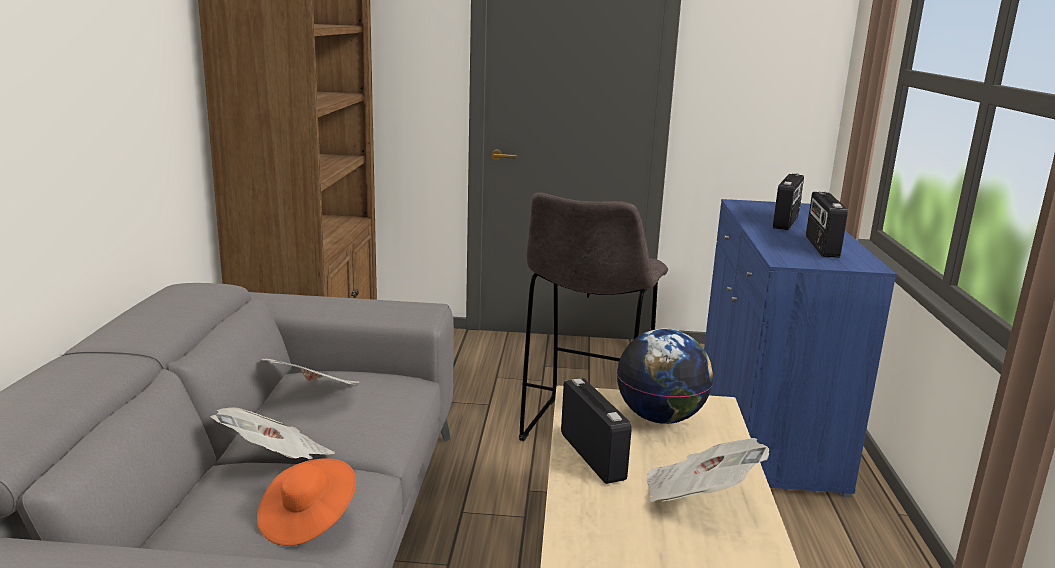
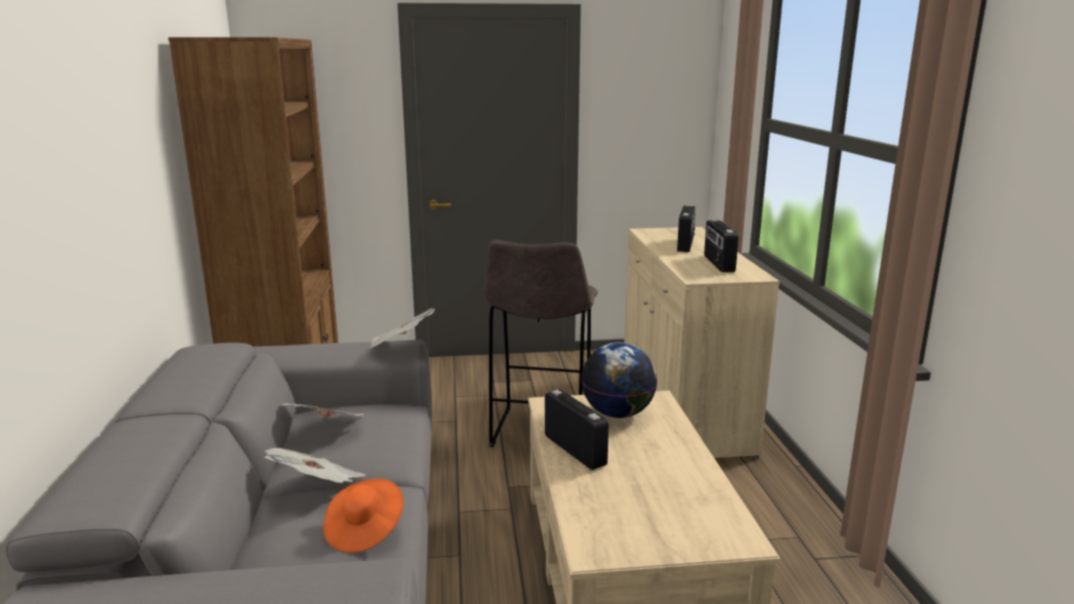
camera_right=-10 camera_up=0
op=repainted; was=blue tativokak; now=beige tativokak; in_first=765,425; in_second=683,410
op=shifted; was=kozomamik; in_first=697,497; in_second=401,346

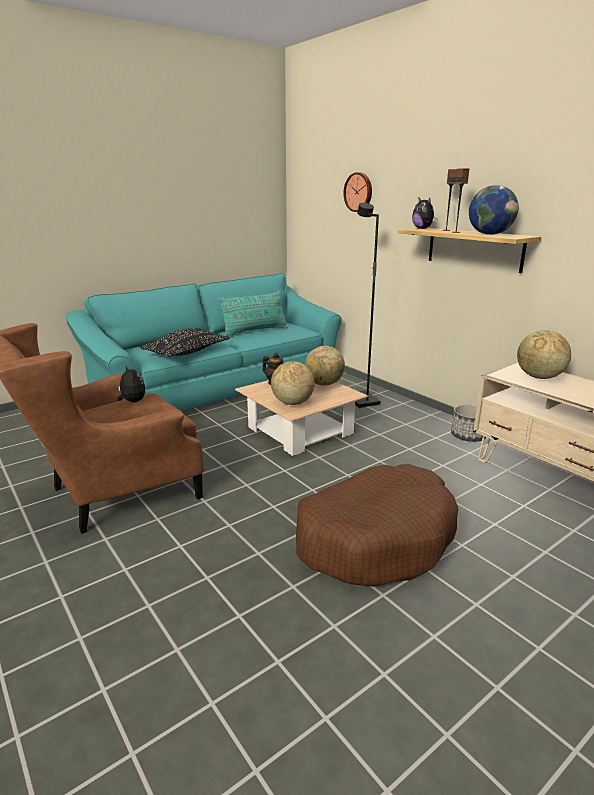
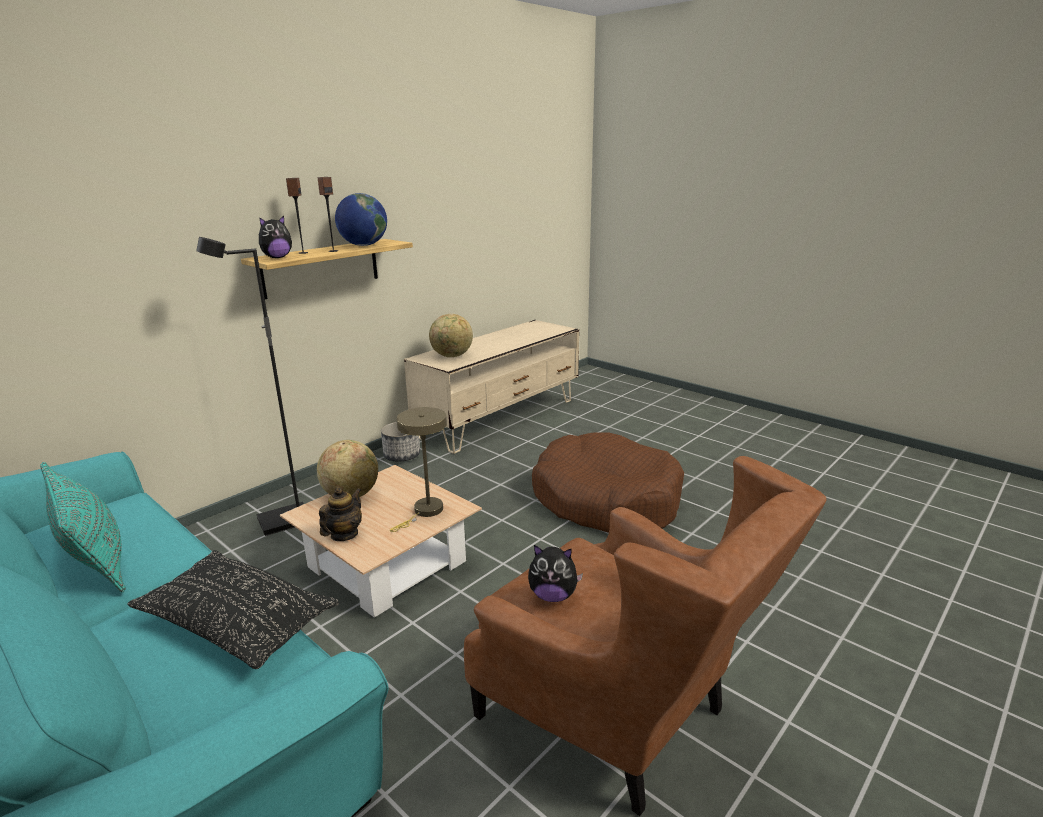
camera_right=-100 camera_up=0
op=gone; was=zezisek; in_first=359,192
op=swapped; was=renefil; now=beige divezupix; in_first=292,403; in_second=425,512
op=rotated; was=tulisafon; in_first=132,401; in_second=553,596; clockwise=-120

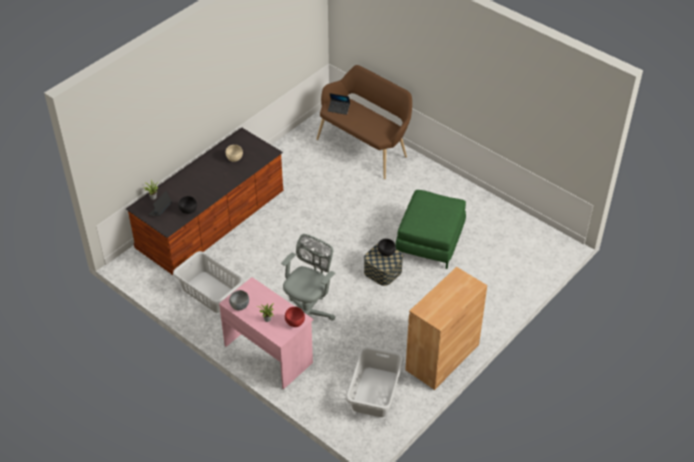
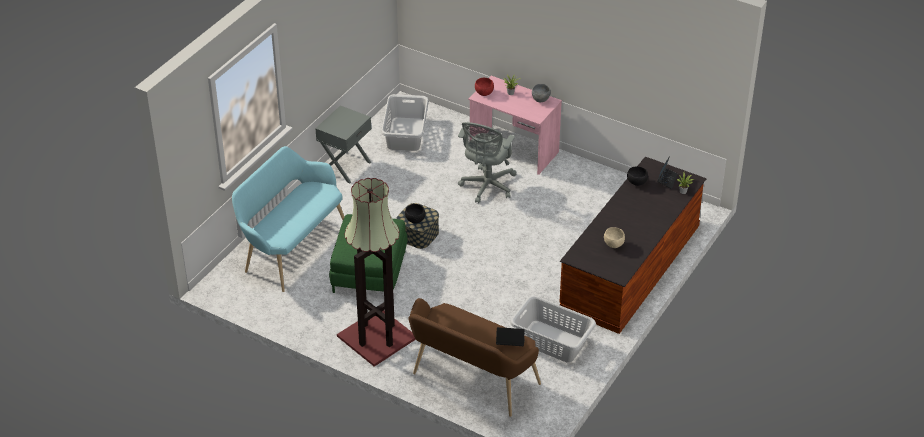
camera_right=170 camera_up=-5
op=shifted; was=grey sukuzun; in_first=210,292; in_second=552,341
op=swapped; was=brown tativokak; now=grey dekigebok; in_first=442,357; in_second=345,166
op=new; now=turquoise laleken; in_second=291,248
op=new; now=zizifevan; in_second=377,336

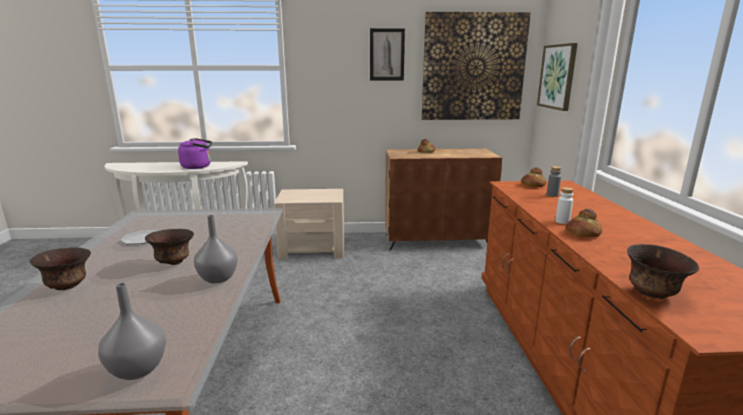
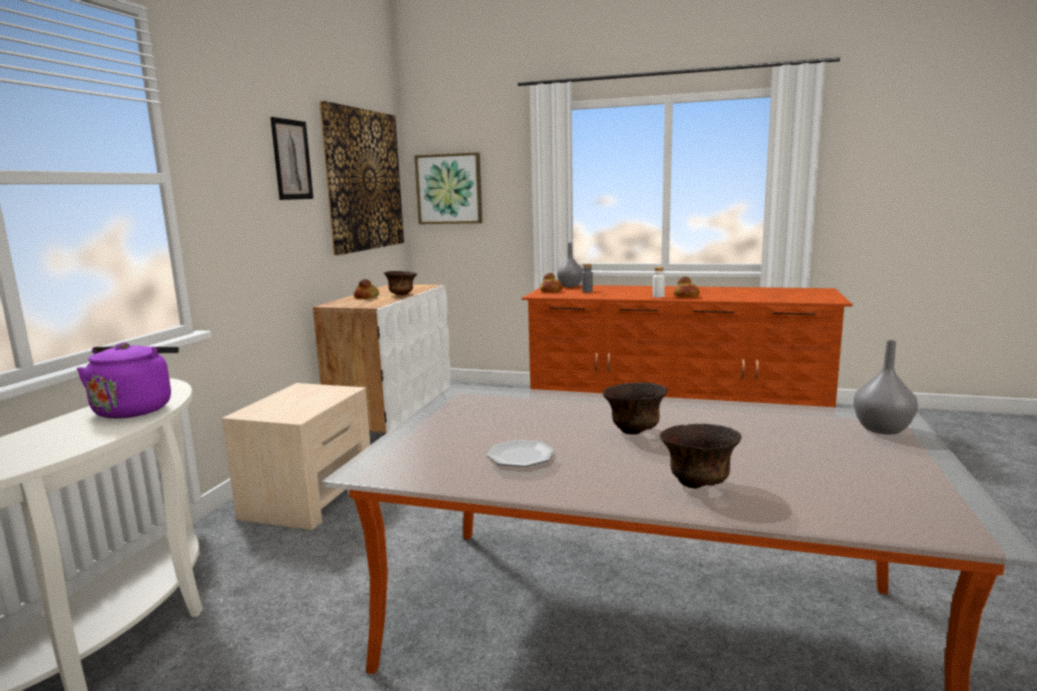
camera_right=-70 camera_up=-5
op=repainted; was=brown tativokak; now=white tativokak; in_first=437,241; in_second=394,418
op=shifted; was=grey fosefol; in_first=217,278; in_second=569,286
op=shifted; was=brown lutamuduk; in_first=653,294; in_second=401,295

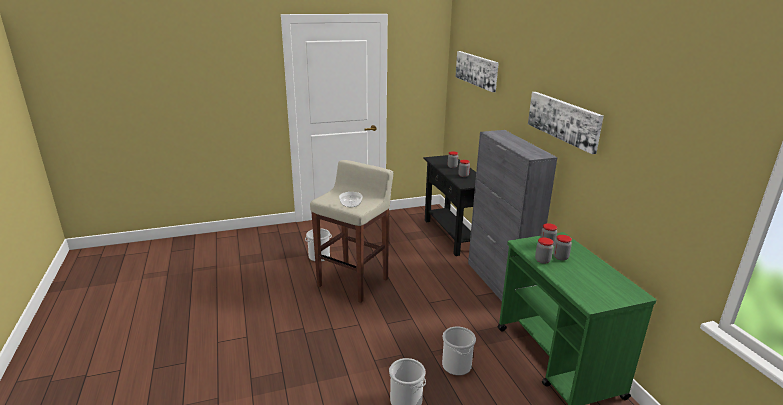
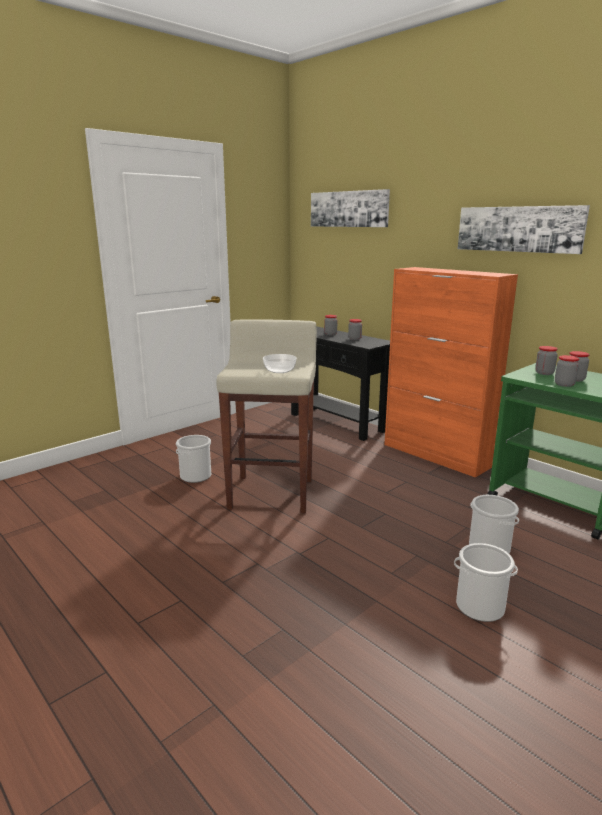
camera_right=-25 camera_up=-5
op=repainted; was=grey tativokak; now=orange tativokak; in_first=499,283; in_second=436,455

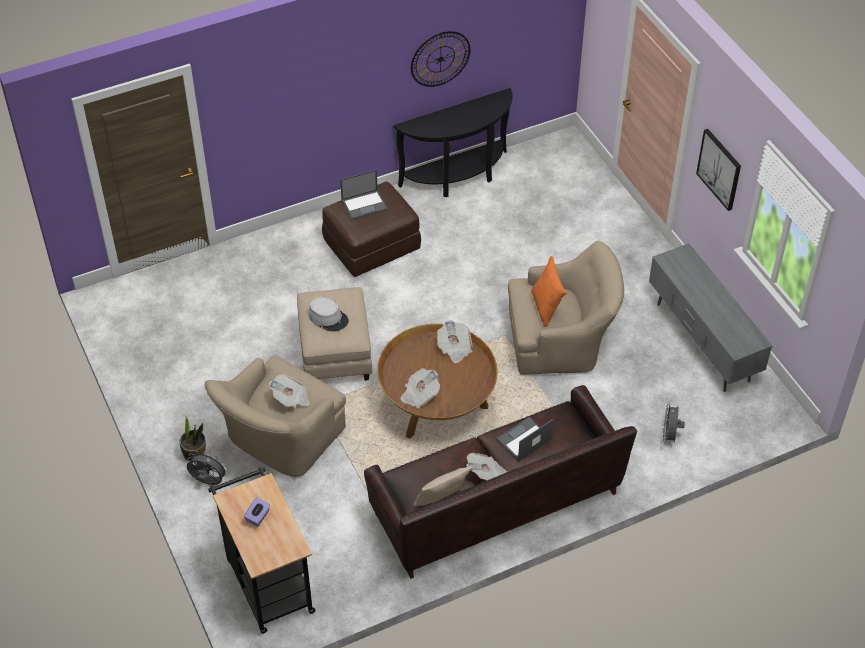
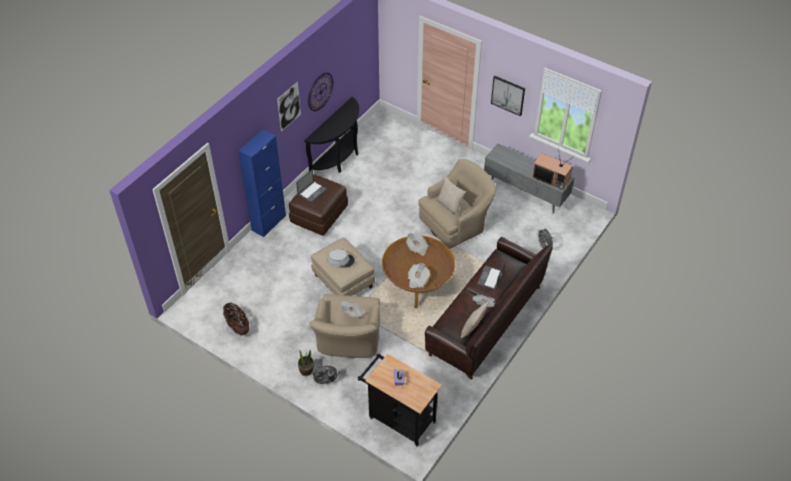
camera_right=-30 camera_up=0
op=repainted; was=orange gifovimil; now=beige gifovimil; in_first=546,307; in_second=449,206
op=new; now=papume; in_second=289,106
op=new; now=blue tativokak; in_second=269,223
op=new; now=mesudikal; in_second=551,178
op=new; now=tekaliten; in_second=237,326

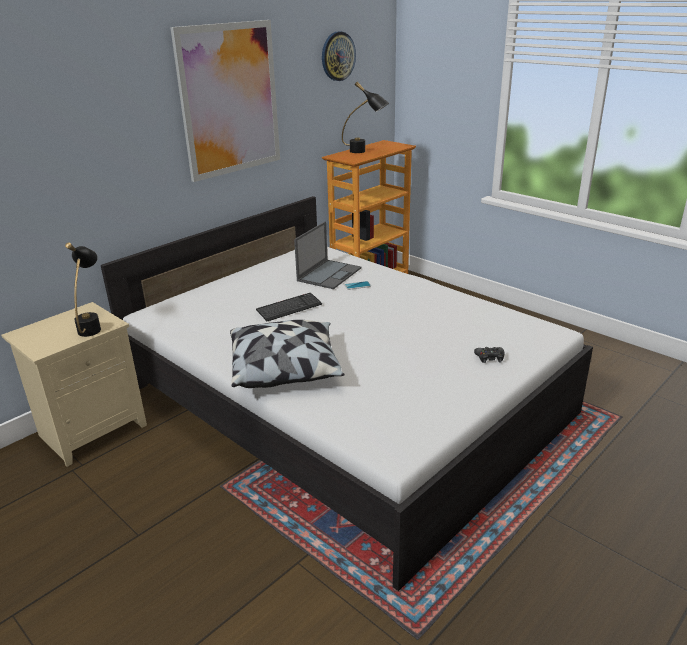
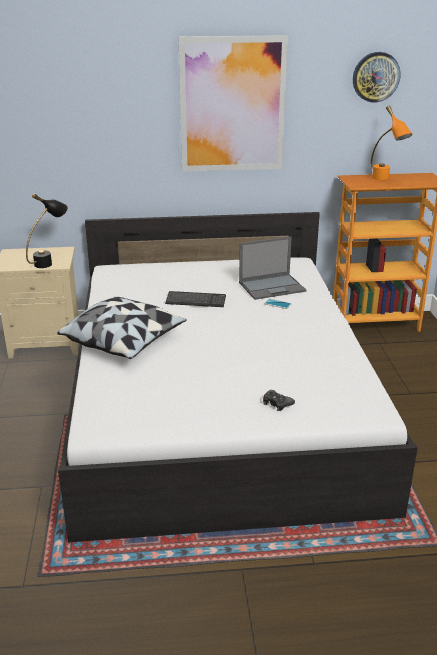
camera_right=40 camera_up=0
op=repainted; was=black divezupix; now=orange divezupix; in_first=364,152; in_second=385,180

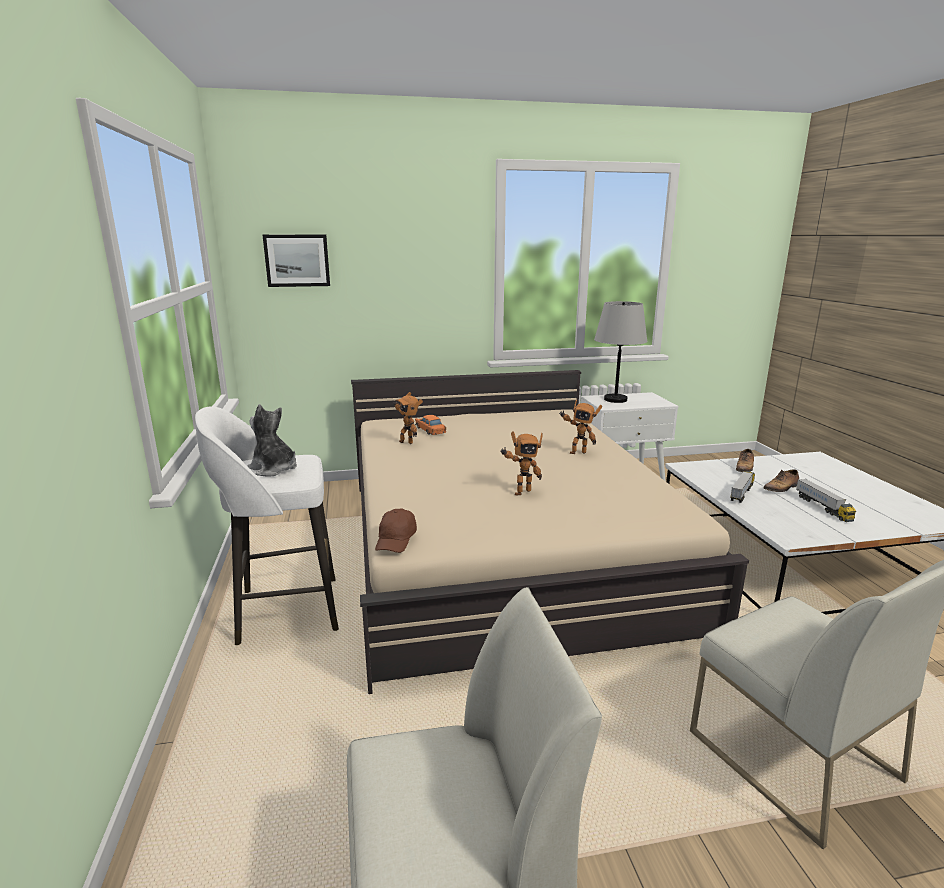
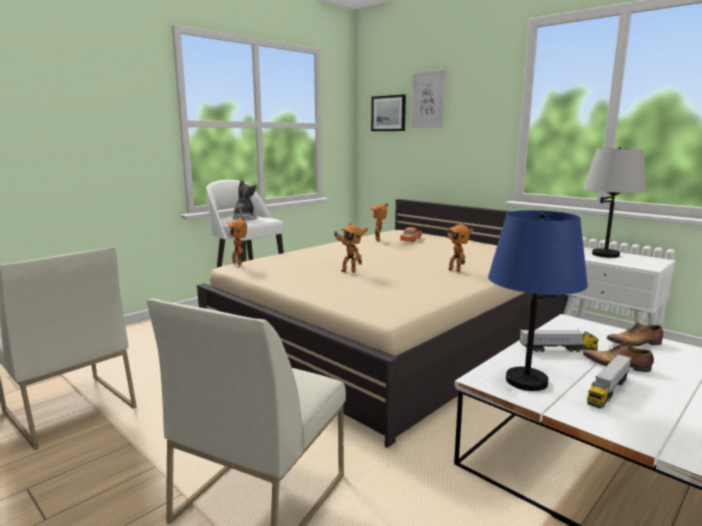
camera_right=55 camera_up=-5
op=swapped; was=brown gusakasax; now=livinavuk; in_first=396,540; in_second=238,263
op=new; now=papume; in_second=428,99
op=new; now=blue divezupix; in_second=526,381

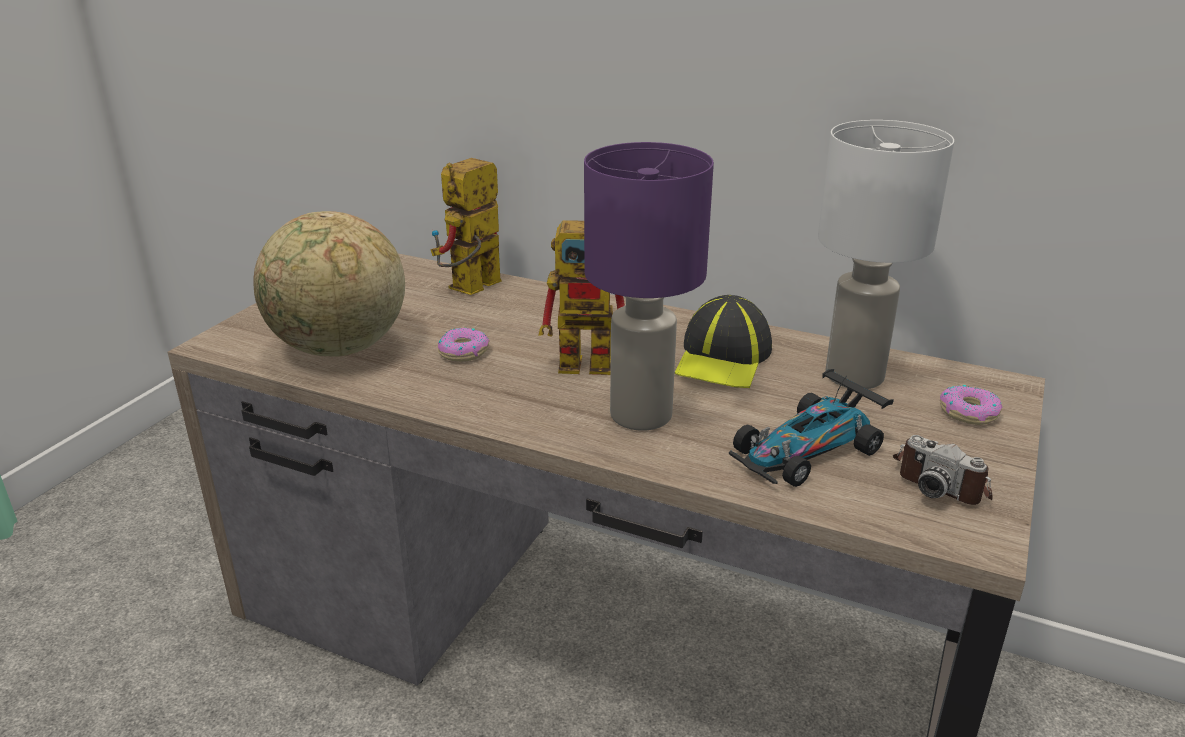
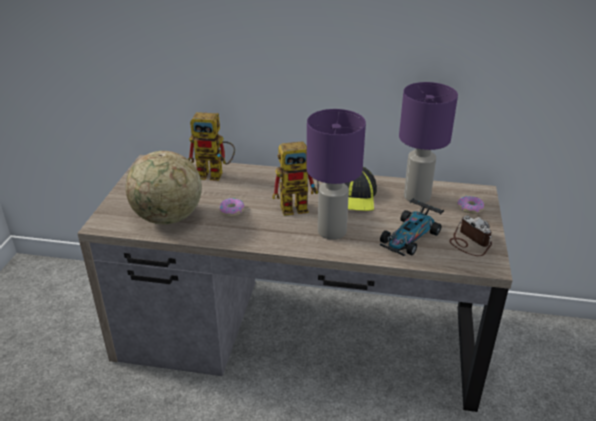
camera_right=-15 camera_up=5
op=repainted; was=white divezupix; now=purple divezupix; in_first=853,377; in_second=416,197
op=rotated; was=livinavuk; in_first=471,290; in_second=216,174; clockwise=-105
op=rotated; was=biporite; in_first=942,481; in_second=469,242; clockwise=-150

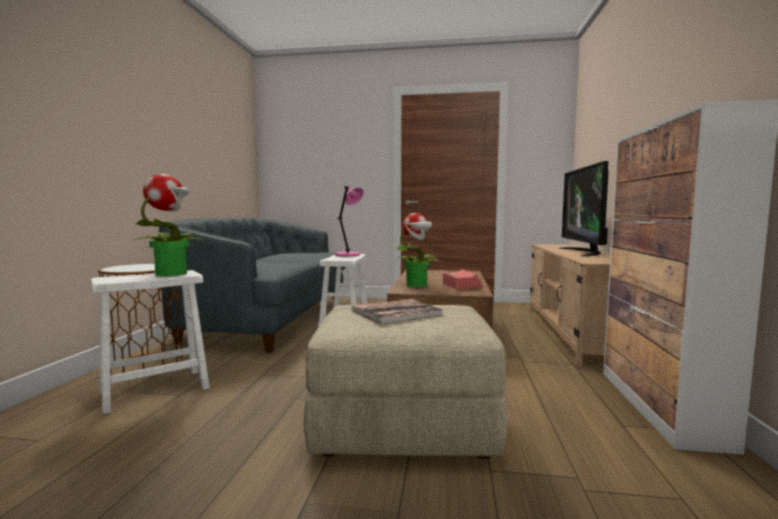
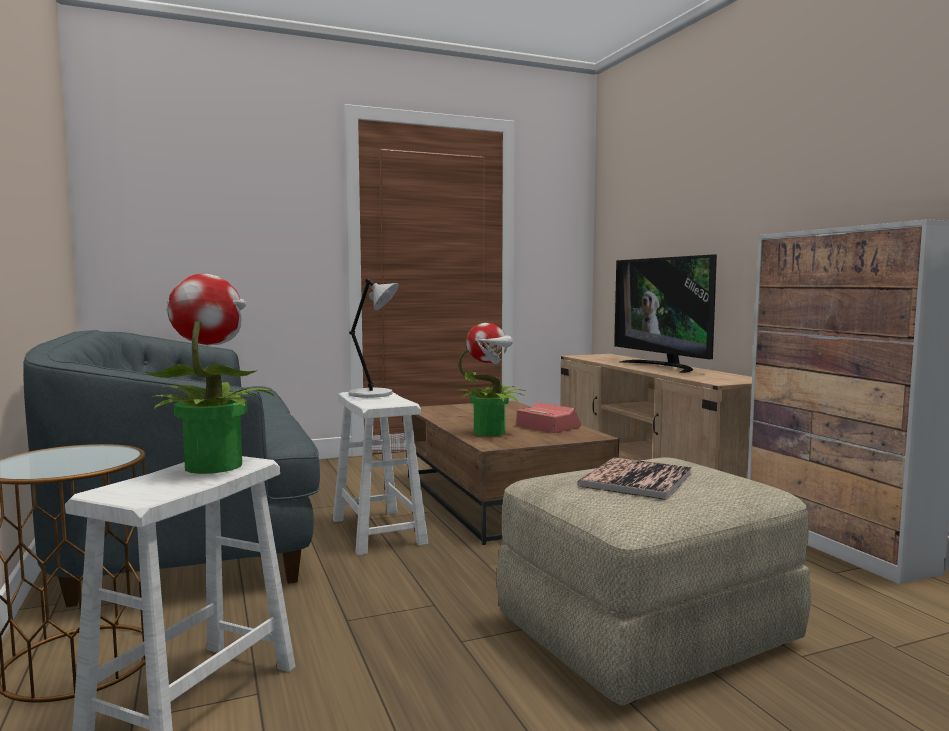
camera_right=-30 camera_up=0
op=repainted; was=pink divezupix; now=grey divezupix; in_first=349,255; in_second=373,394

